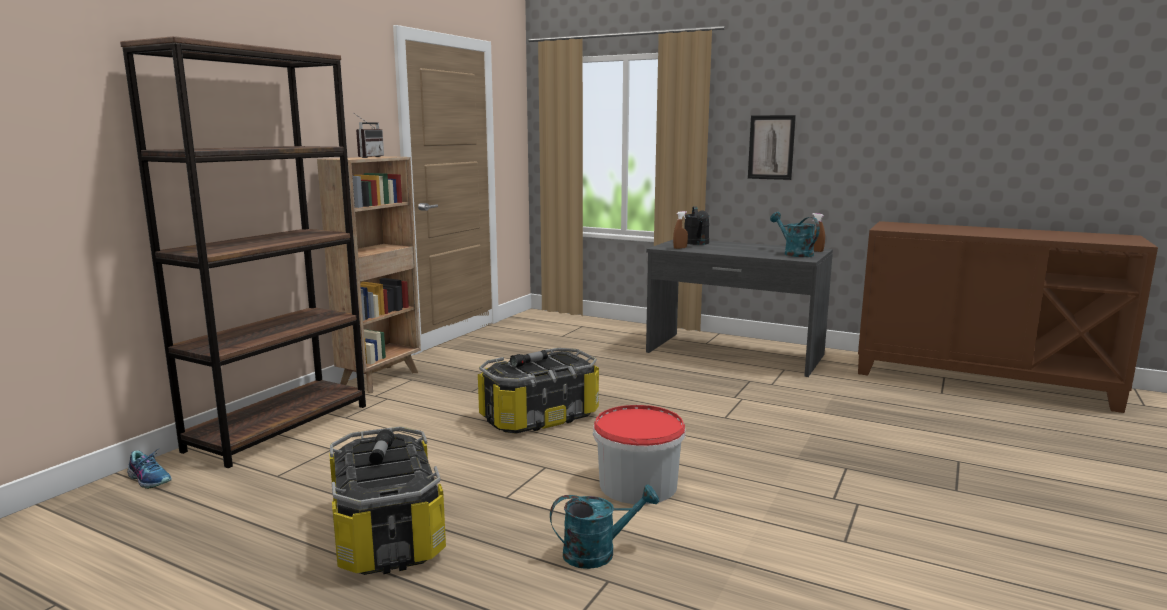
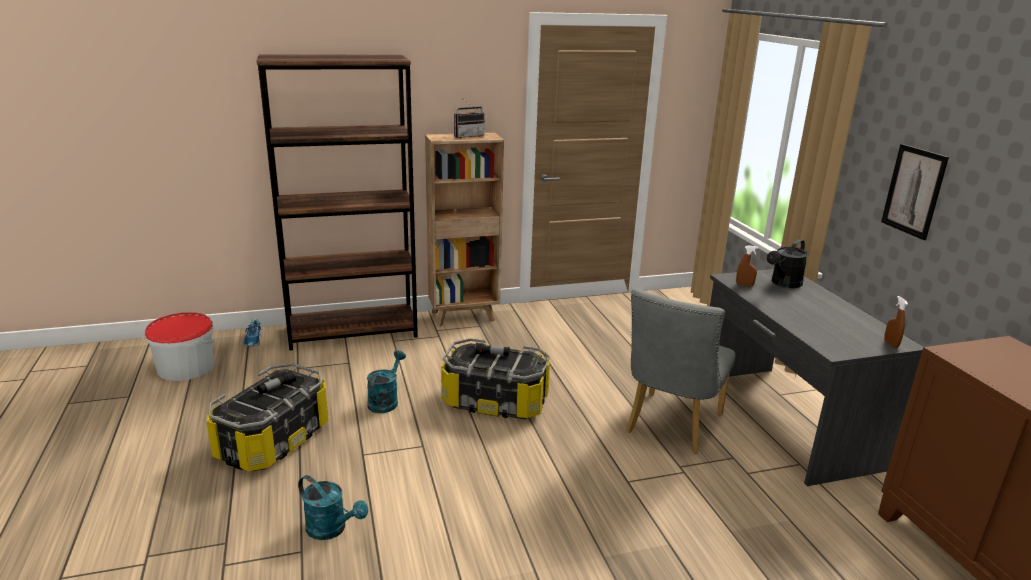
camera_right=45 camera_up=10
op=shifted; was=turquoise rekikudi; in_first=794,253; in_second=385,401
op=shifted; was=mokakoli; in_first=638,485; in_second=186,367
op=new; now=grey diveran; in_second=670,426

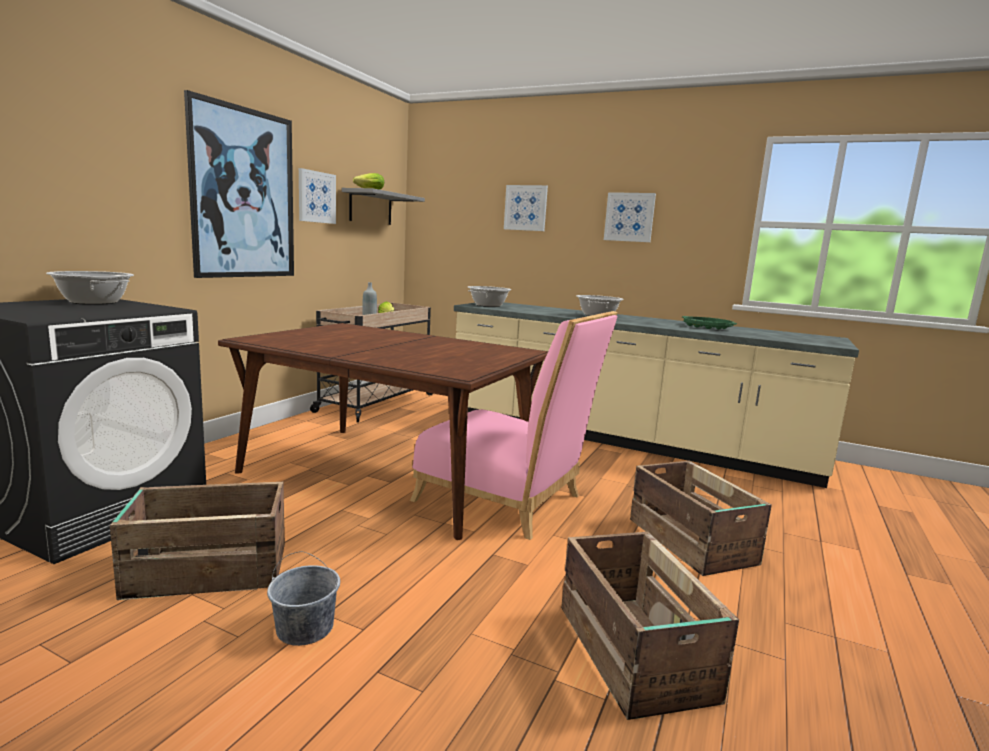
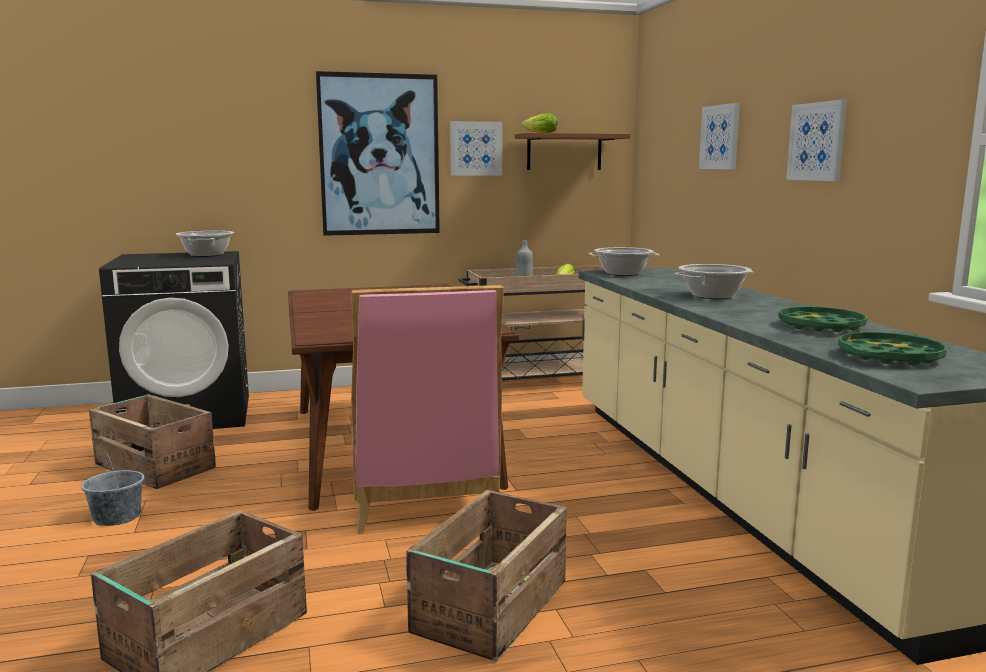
camera_right=50 camera_up=0
op=repainted; was=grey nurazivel; now=brown nurazivel; in_first=370,208; in_second=564,152
op=new; now=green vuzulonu; in_second=889,357

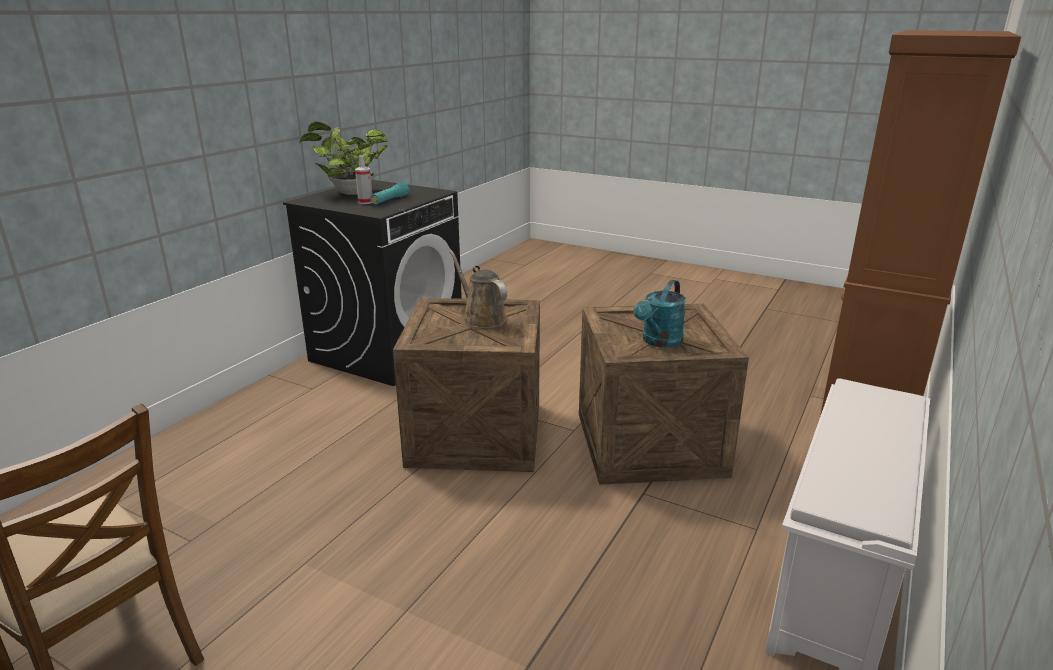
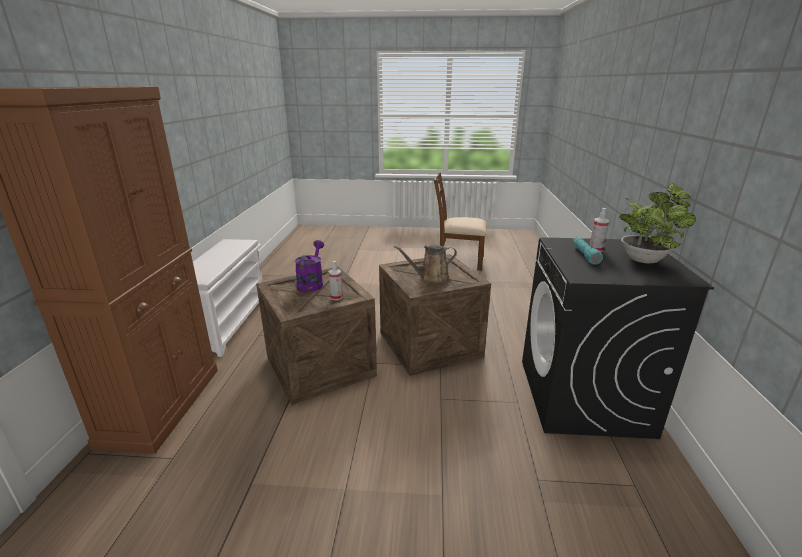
camera_right=155 camera_up=0
op=rotated; was=brown rekikudi; in_first=482,318; in_second=431,278; clockwise=135
op=repainted; was=turquoise rekikudi; now=purple rekikudi; in_first=659,342; in_second=311,283
op=new; now=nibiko; in_second=336,297

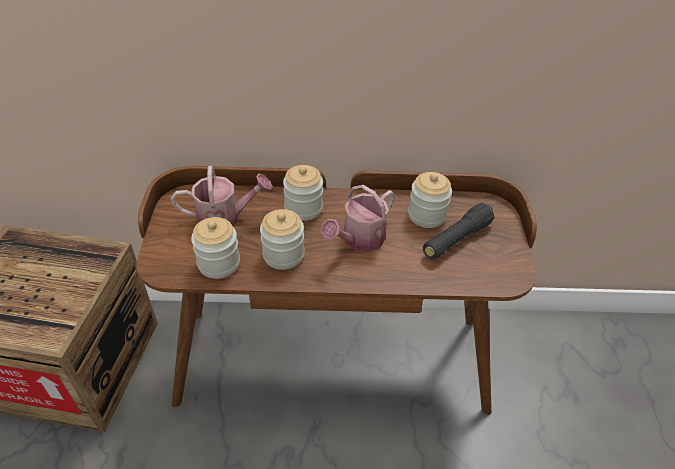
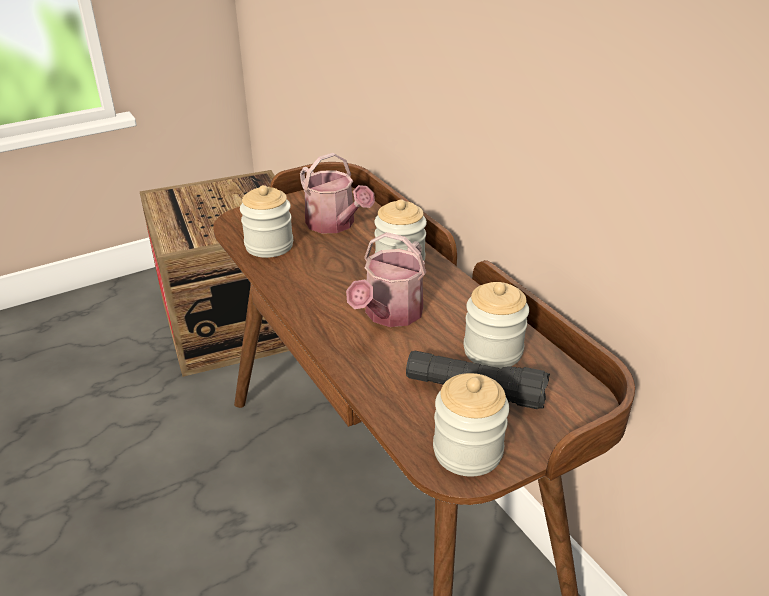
camera_right=60 camera_up=-10
op=rotated; was=rekikudi; in_first=359,240; in_second=389,314; clockwise=-75
op=shifted; was=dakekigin; in_first=283,255; in_second=467,451

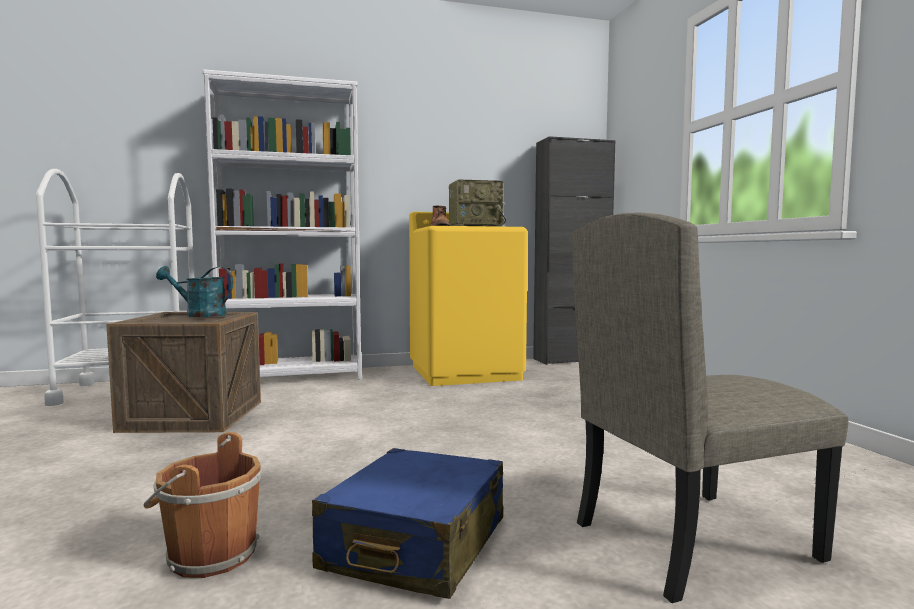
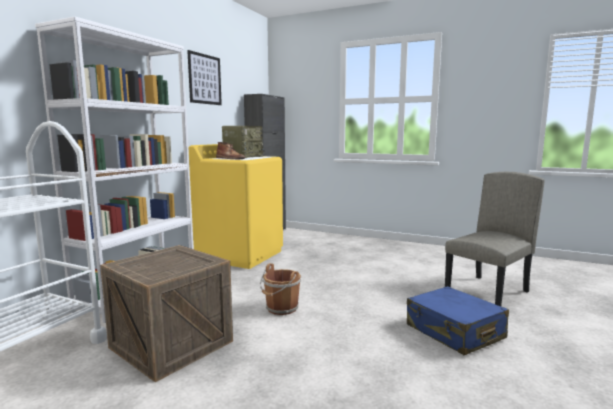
camera_right=-50 camera_up=5
op=rotated; was=beige diveran; in_first=692,540; in_second=487,292; clockwise=-150
op=gone; was=turquoise rekikudi; in_first=199,315
op=shifted; was=brown mokakoli; in_first=208,555; in_second=281,308
op=new; now=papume; in_second=205,79

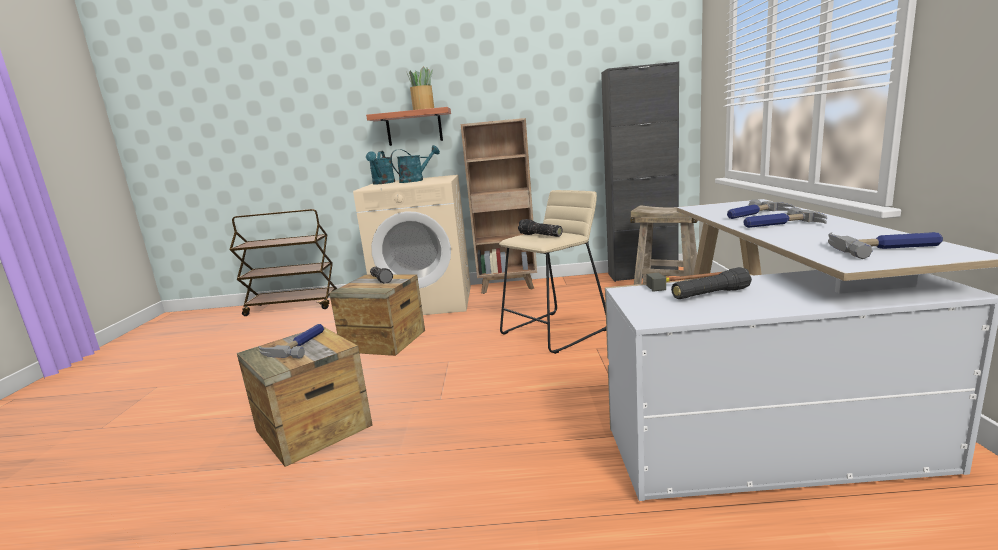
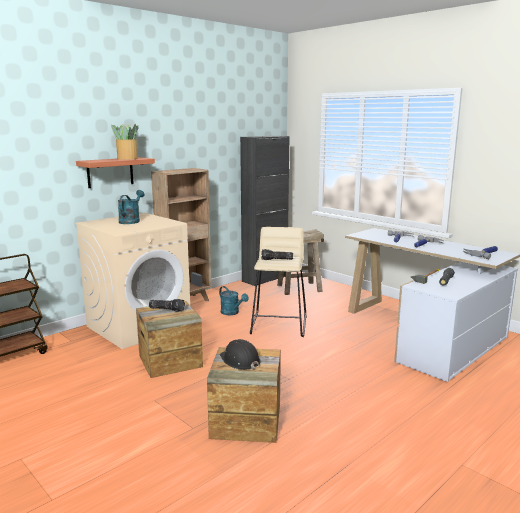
camera_right=-45 camera_up=0
op=shifted; was=turquoise rekikudi; in_first=382,183; in_second=232,313
op=swapped; was=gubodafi; now=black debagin; in_first=299,345; in_second=240,360

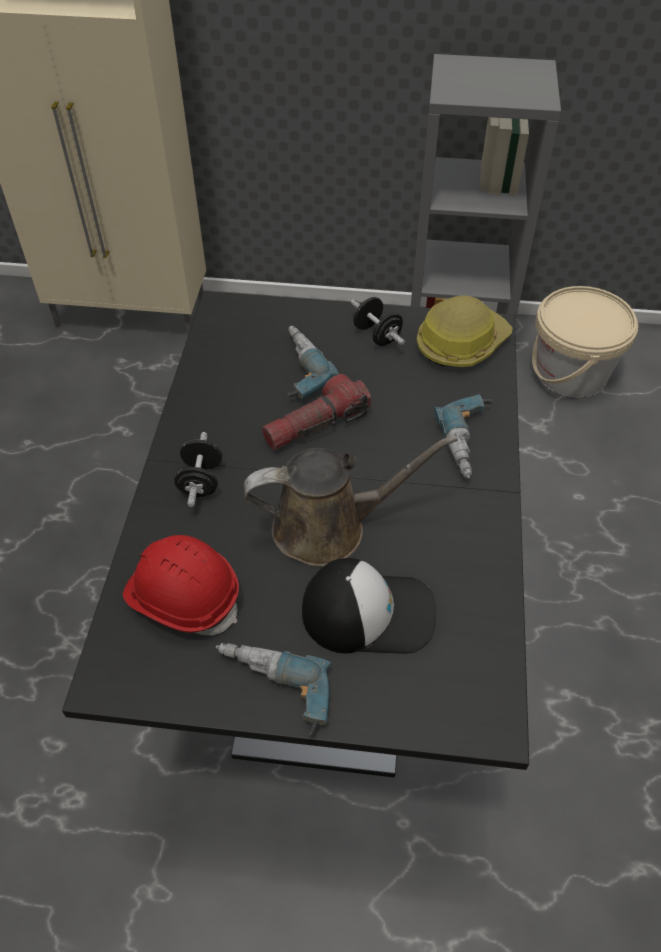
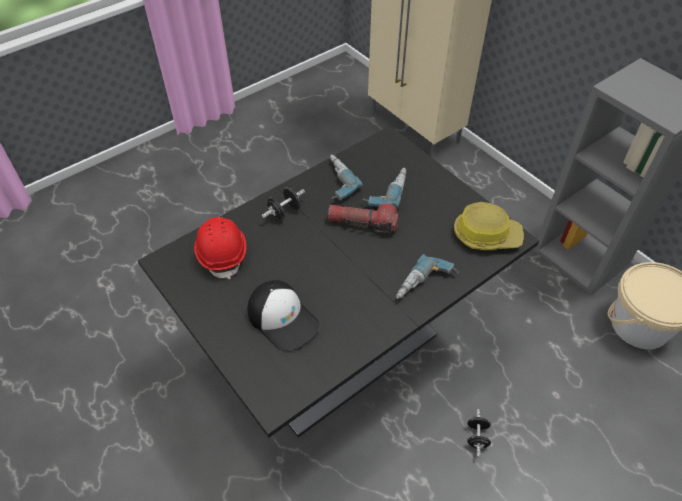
camera_right=45 camera_up=0
op=shifted; was=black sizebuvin; in_first=377,335; in_second=477,437
op=gone; was=brown rekikudi; in_first=328,527
op=shifted; was=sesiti; in_first=270,691; in_second=335,182

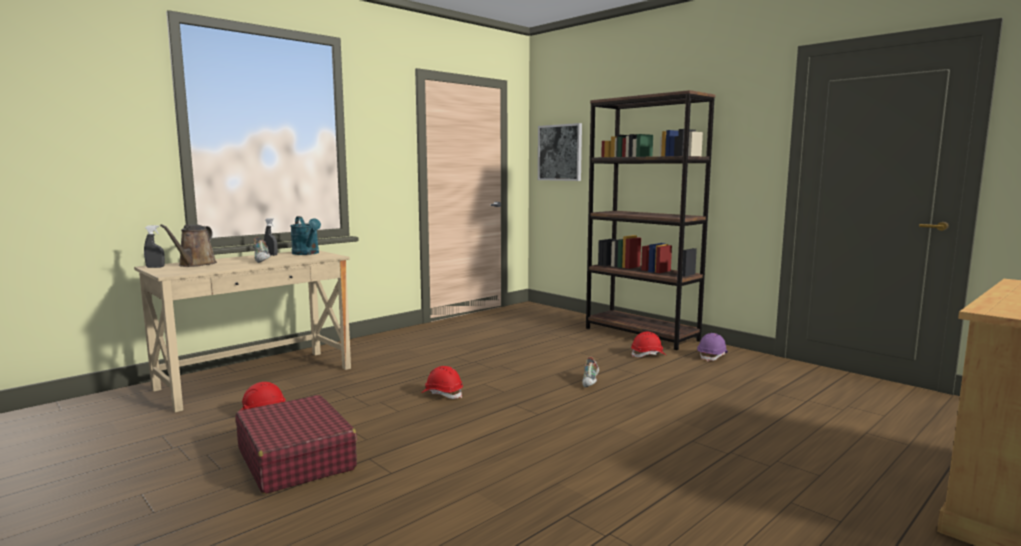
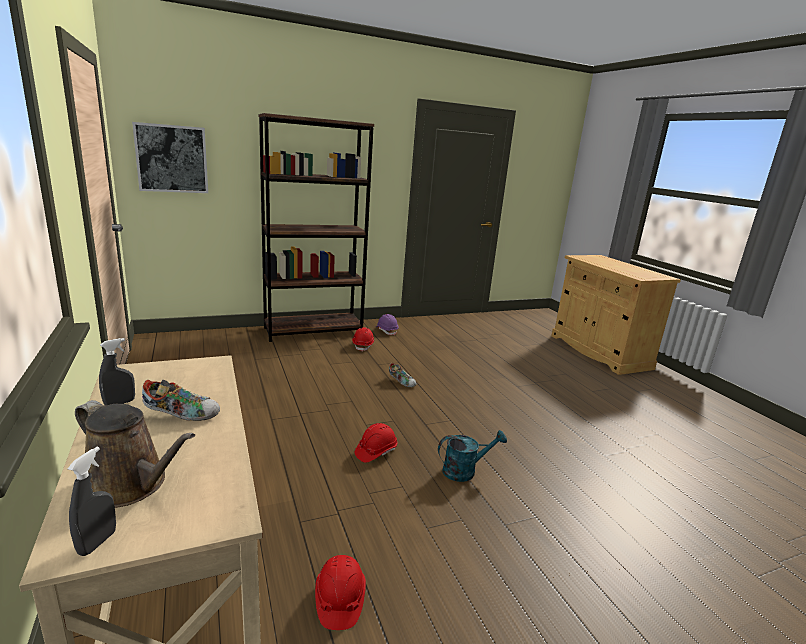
camera_right=-70 camera_up=10
op=shifted; was=turquoise rekikudi; in_first=307,253; in_second=465,470
op=gone; was=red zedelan; in_first=296,459

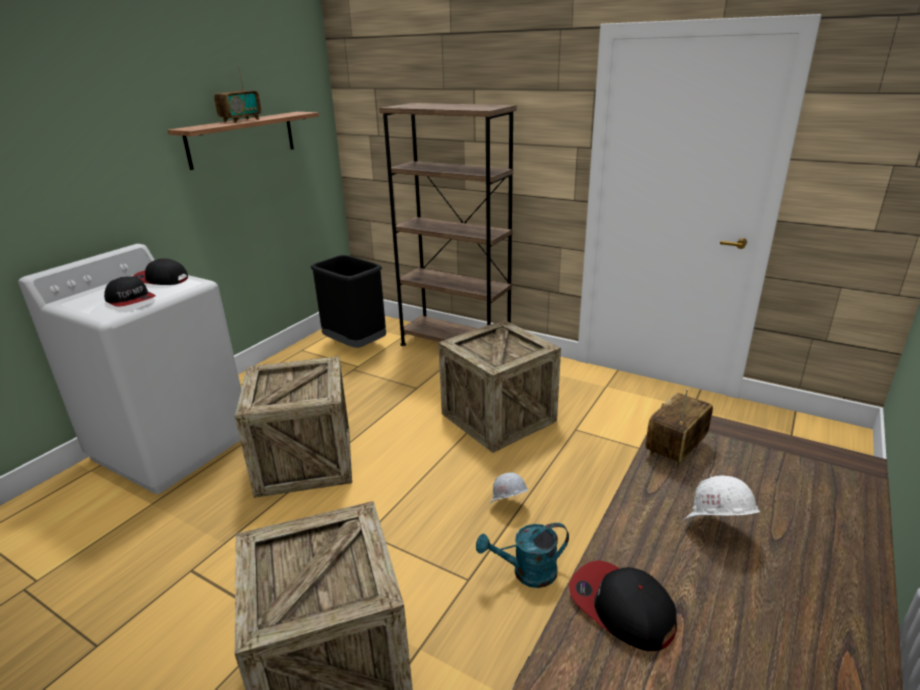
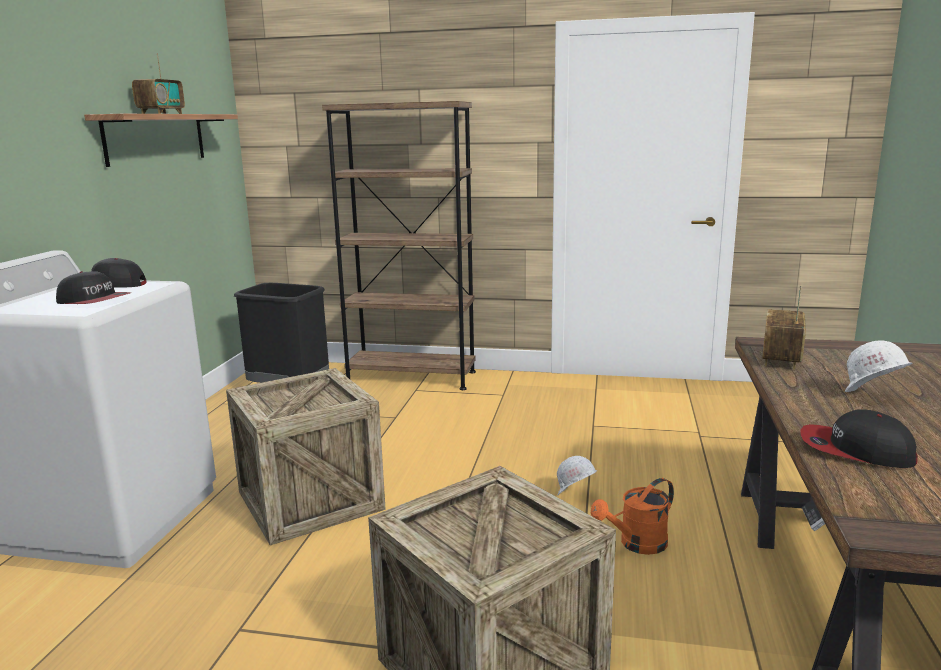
camera_right=-20 camera_up=-10
op=gone; was=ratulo; in_first=498,417
op=repainted; was=turquoise rekikudi; now=orange rekikudi; in_first=527,573; in_second=637,544

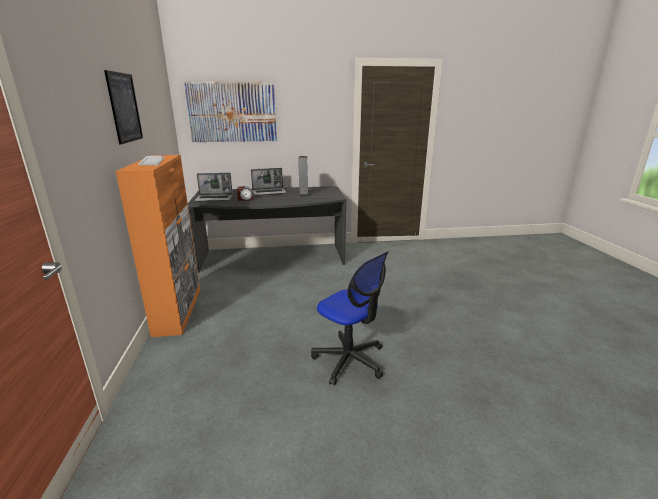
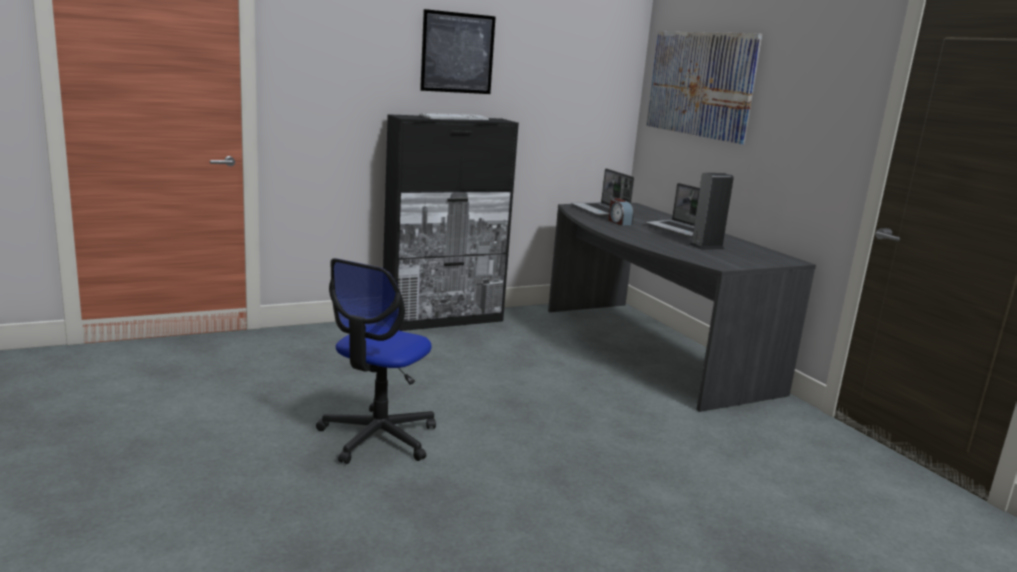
camera_right=70 camera_up=-5
op=repainted; was=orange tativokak; now=black tativokak; in_first=178,310; in_second=444,320

